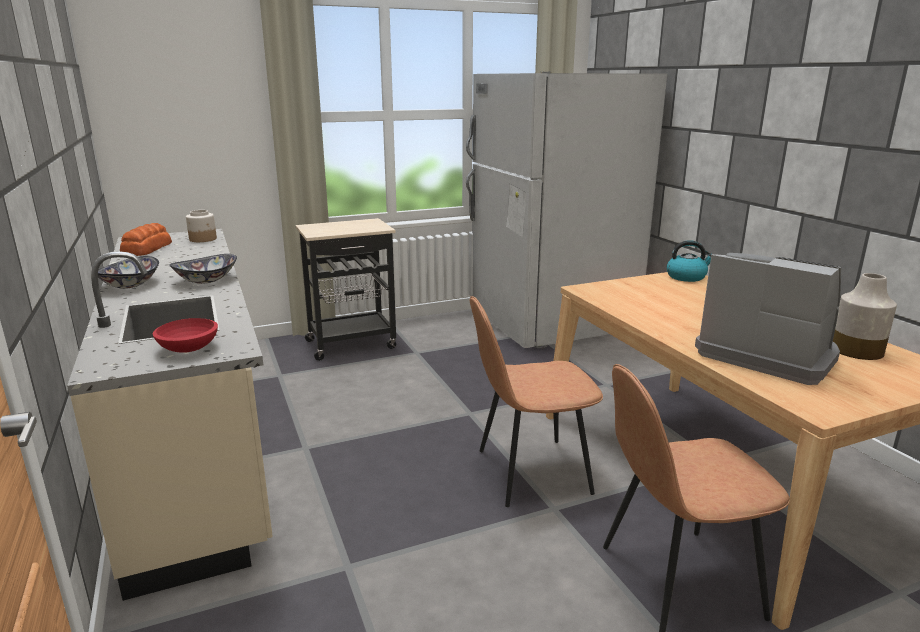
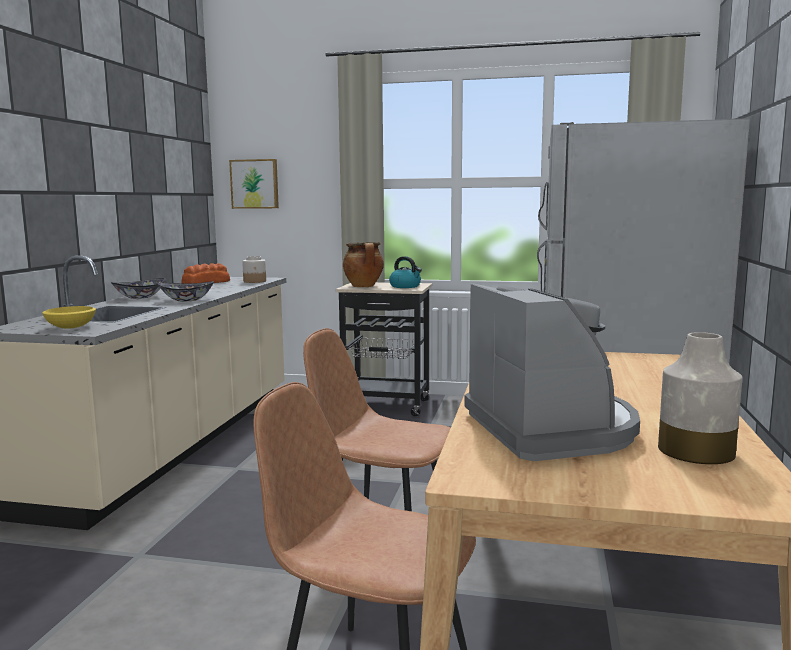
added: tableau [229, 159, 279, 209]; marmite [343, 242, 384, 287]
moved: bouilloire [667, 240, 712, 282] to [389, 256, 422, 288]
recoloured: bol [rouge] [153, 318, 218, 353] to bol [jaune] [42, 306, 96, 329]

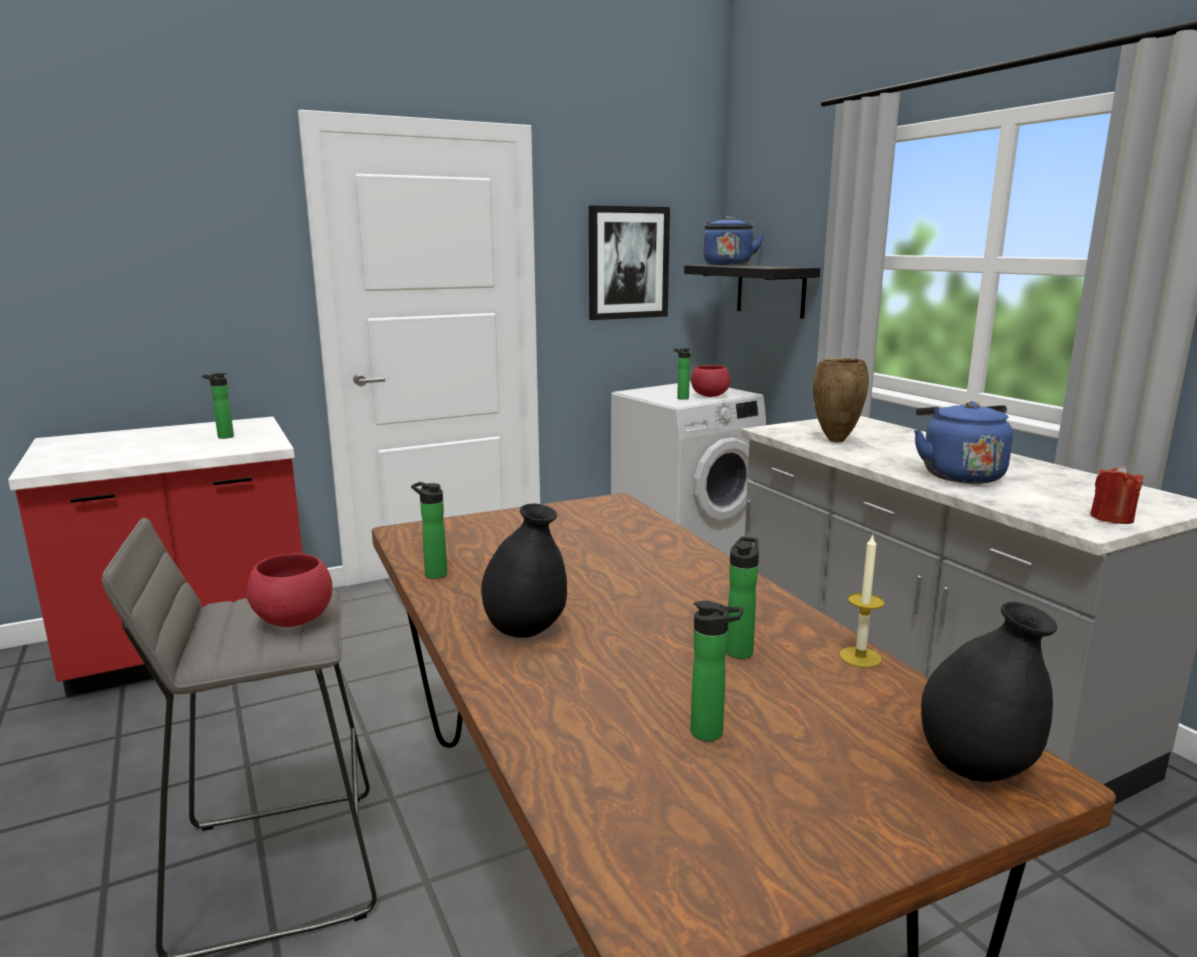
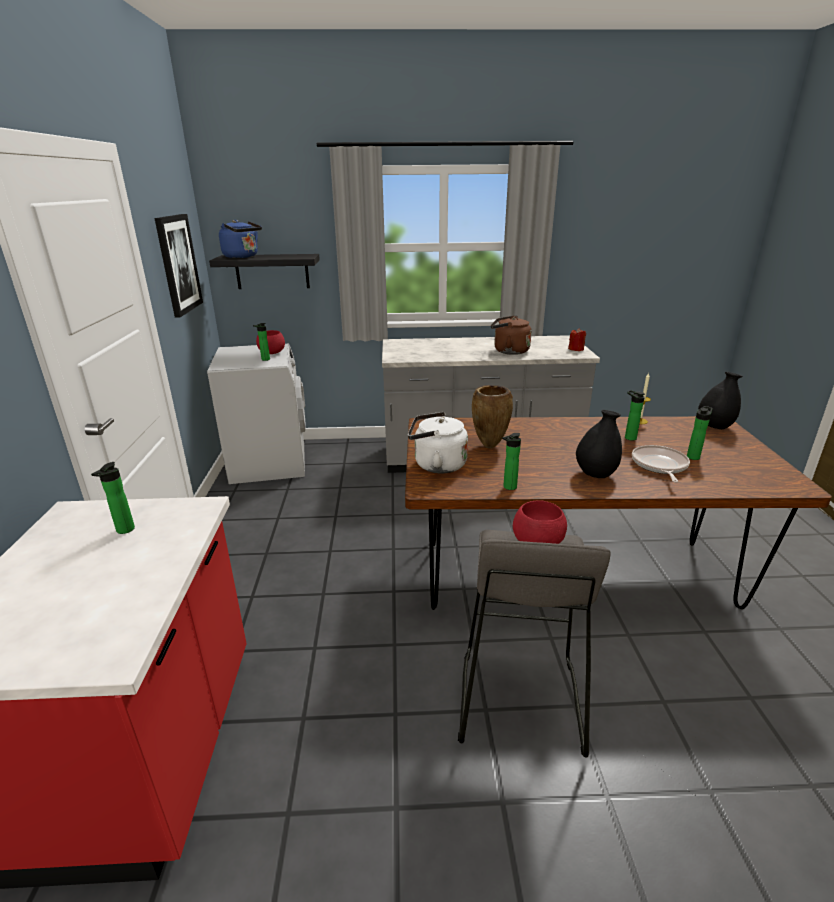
added: bouilloire [blanc] [408, 412, 468, 473]; poêle [632, 445, 690, 483]
moved: vase [marron] [813, 358, 869, 442] to [472, 385, 513, 449]
recoloured: bouilloire [bleu] [914, 401, 1013, 484] to bouilloire [marron] [491, 315, 532, 355]

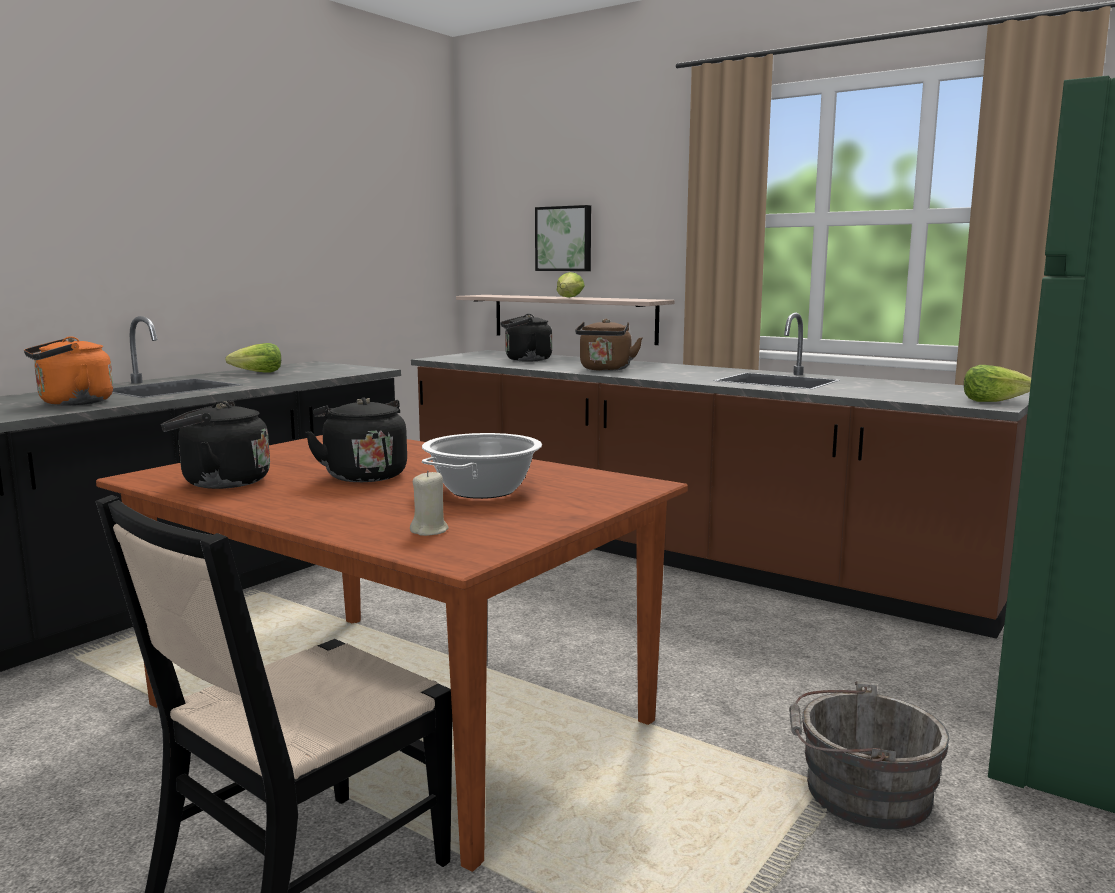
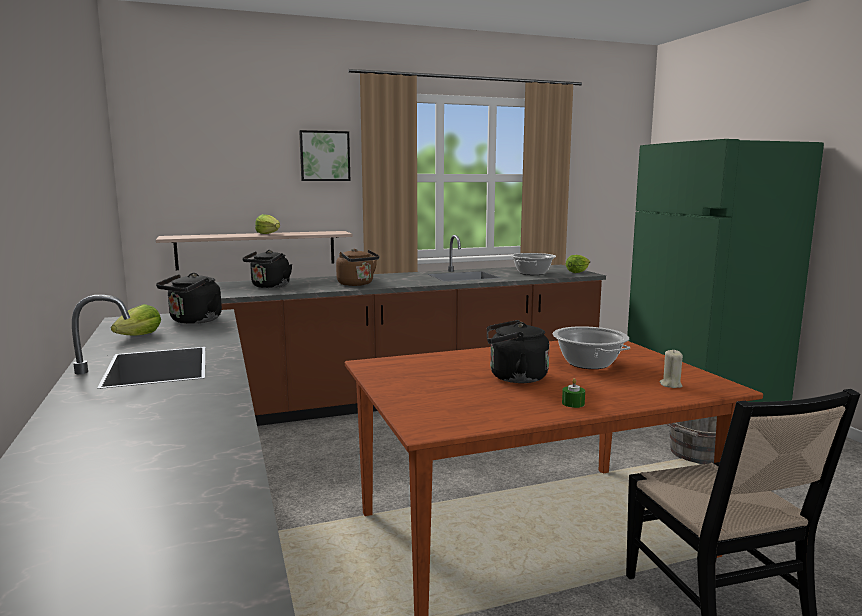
removed: bouilloire [orange] [24, 336, 113, 405]
added: marmite [510, 253, 556, 275]; bougie [vert] [562, 378, 585, 408]
moved: bouilloire [noir] [161, 401, 270, 489] to [156, 273, 222, 324]; tableau [535, 205, 591, 271] to [299, 130, 350, 181]

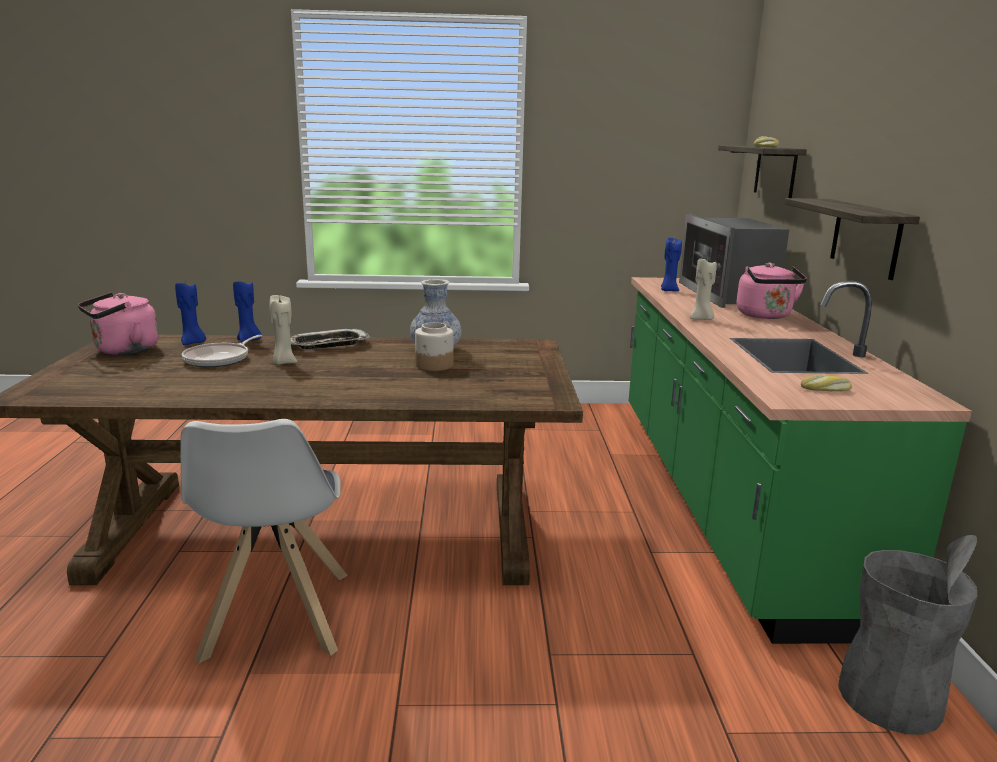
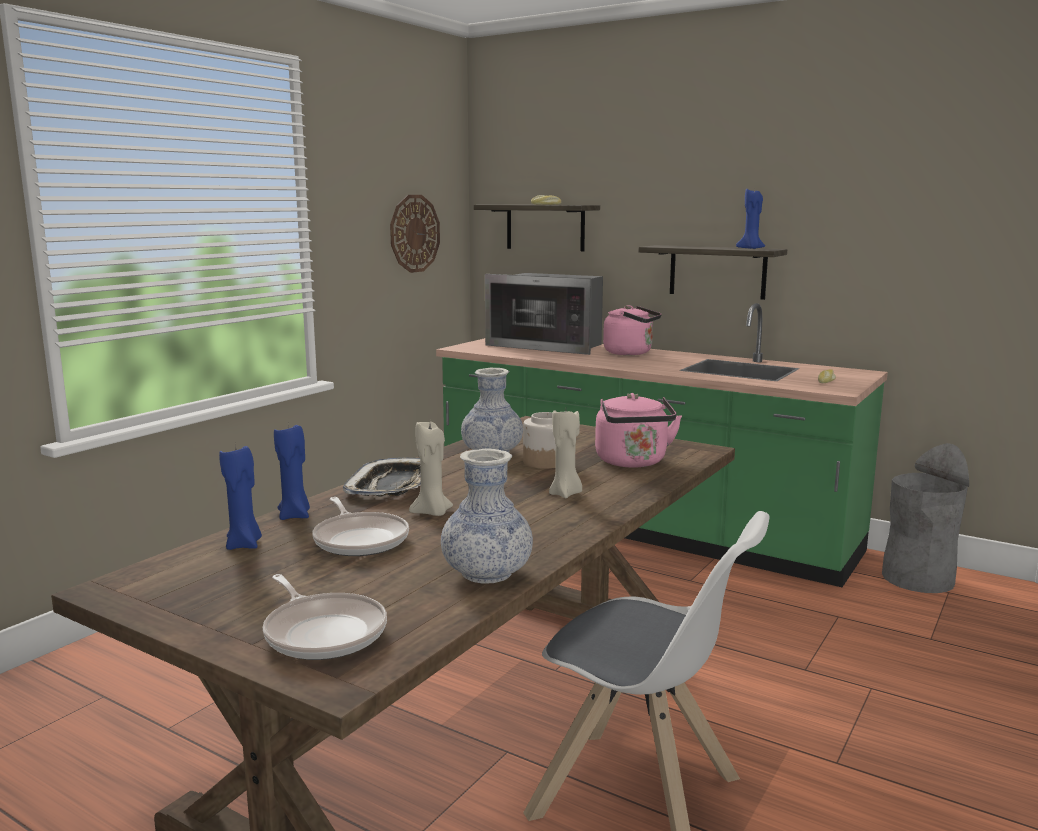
added: poêle [263, 574, 387, 660]; horloge murale [390, 195, 440, 273]; vase [441, 449, 533, 584]
moved: bouilloire [rose] [78, 293, 158, 355] to [595, 393, 682, 468]; bougie [bleu] [661, 237, 682, 291] to [736, 189, 765, 249]; bougie [beige] [690, 259, 717, 320] to [549, 410, 582, 498]

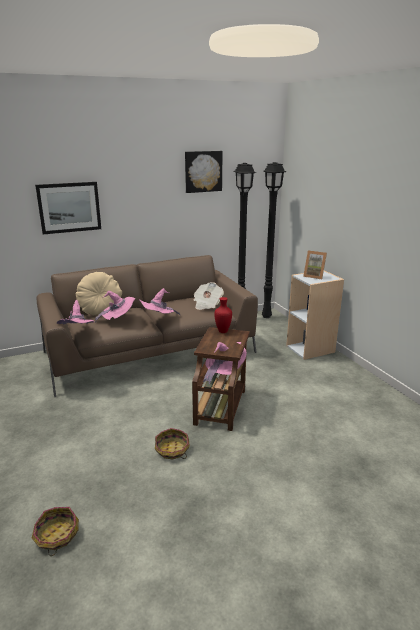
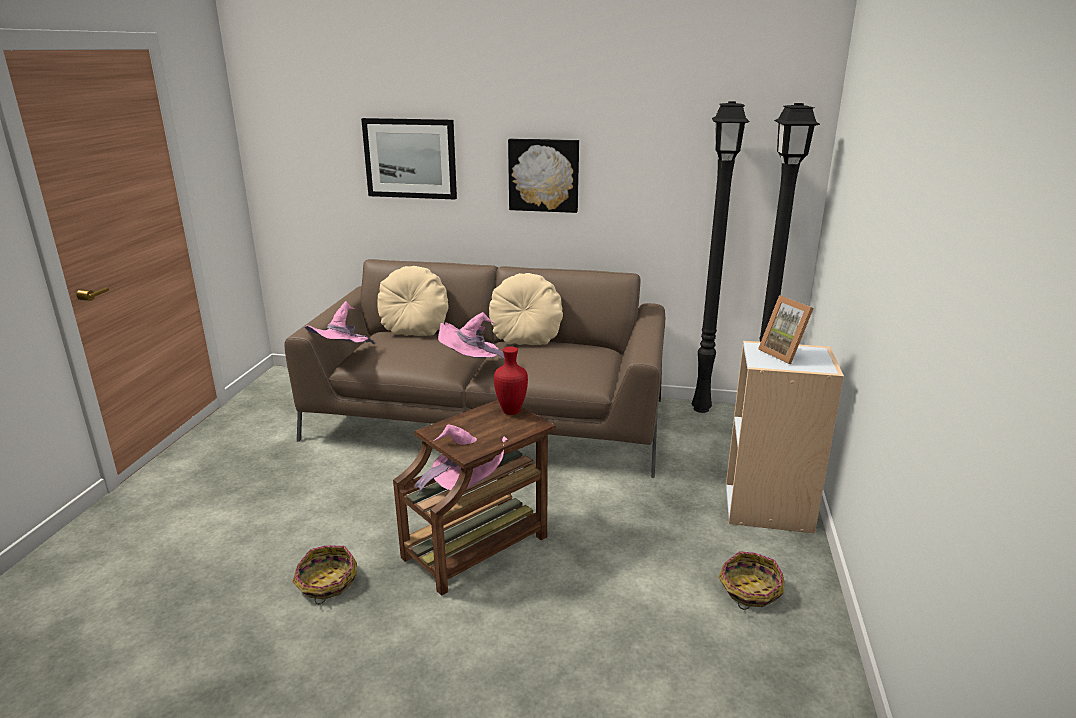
removed: chapeau [rose] [95, 291, 135, 321]; journal [194, 282, 224, 310]
added: coussin [beige] [489, 273, 563, 345]
moved: panier [32, 507, 79, 556] to [719, 551, 784, 610]; tableau [185, 151, 223, 193] to [508, 138, 579, 213]

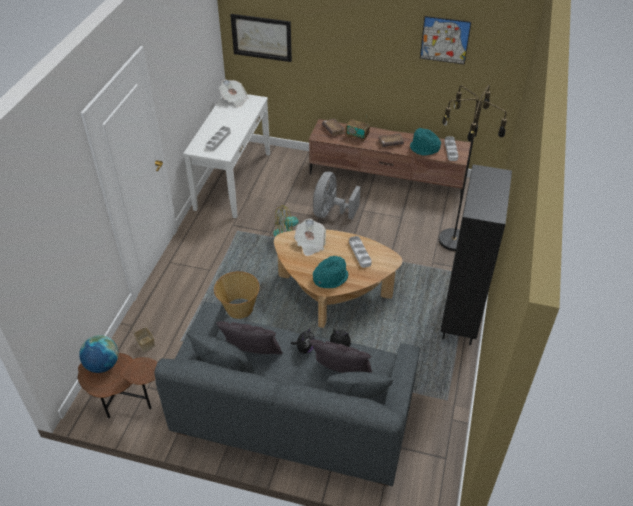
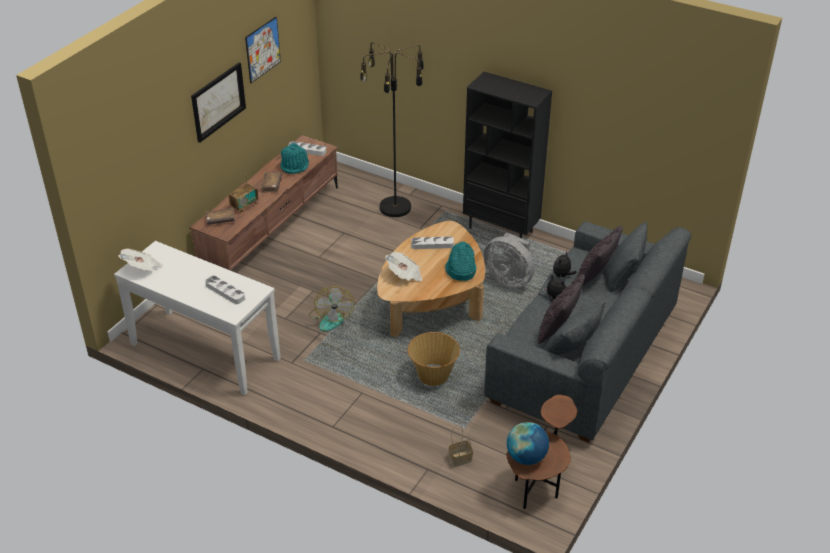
moved: tableau [230, 14, 292, 62] to [191, 63, 246, 143]; ventilateur [gris] [313, 172, 361, 219] to [483, 233, 535, 288]

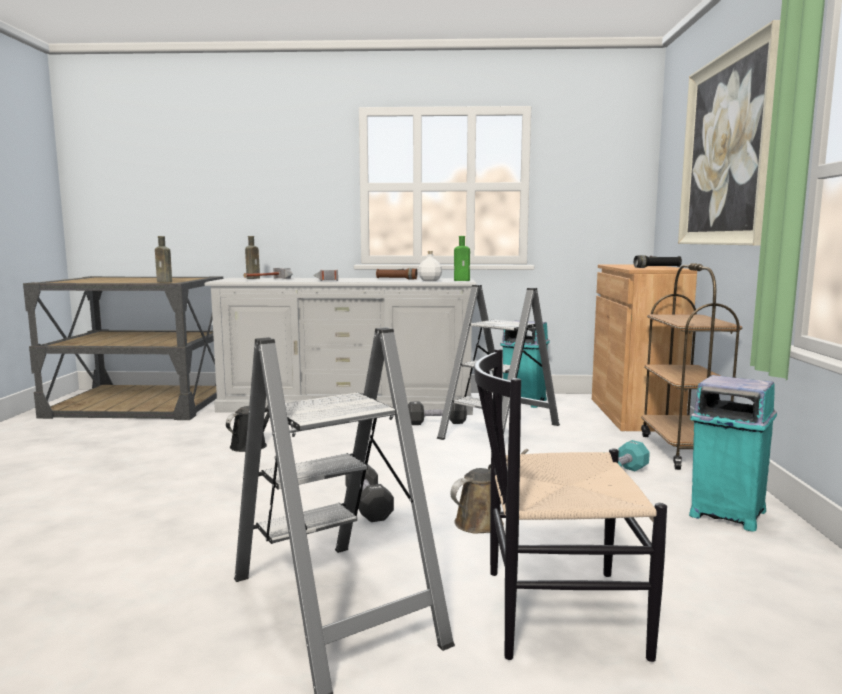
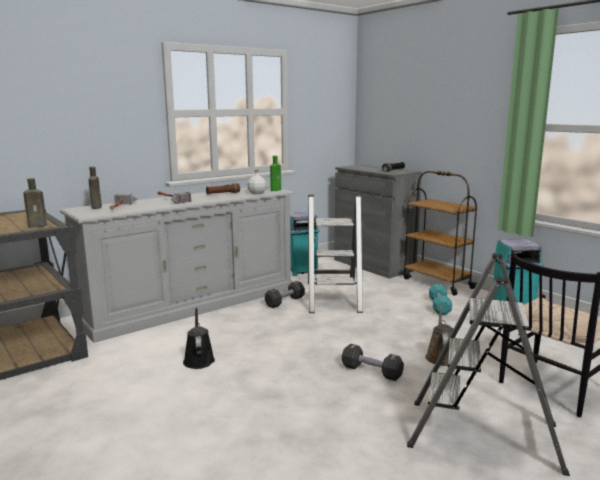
removed: tableau [678, 20, 780, 245]
recoloured: meuble de rangement [marron] [592, 265, 697, 432] to meuble de rangement [gris] [334, 164, 422, 279]

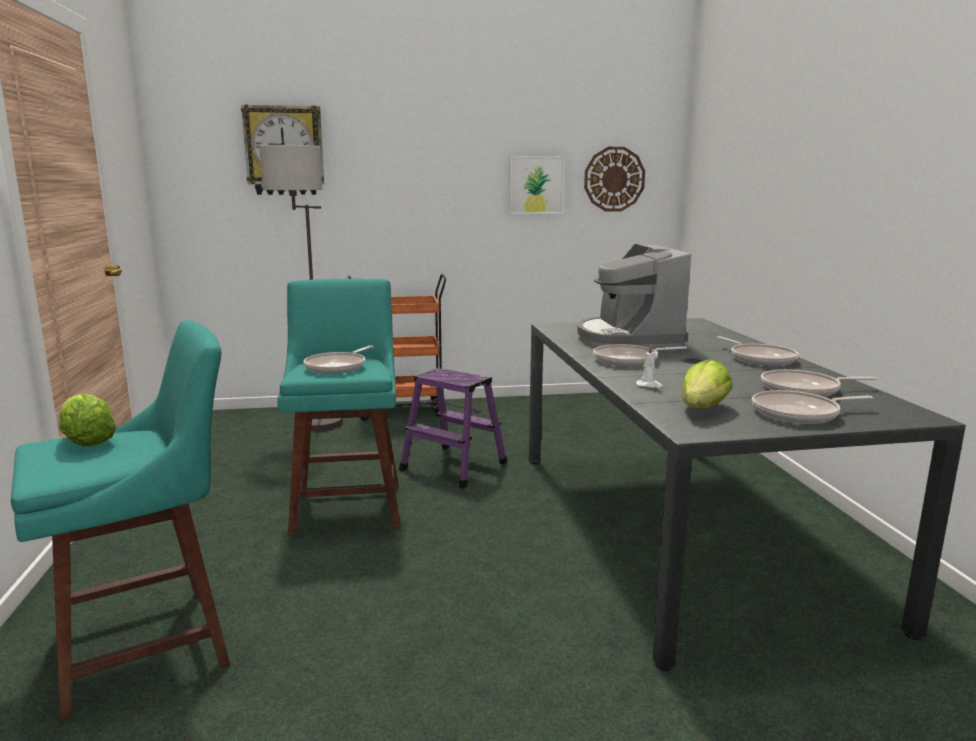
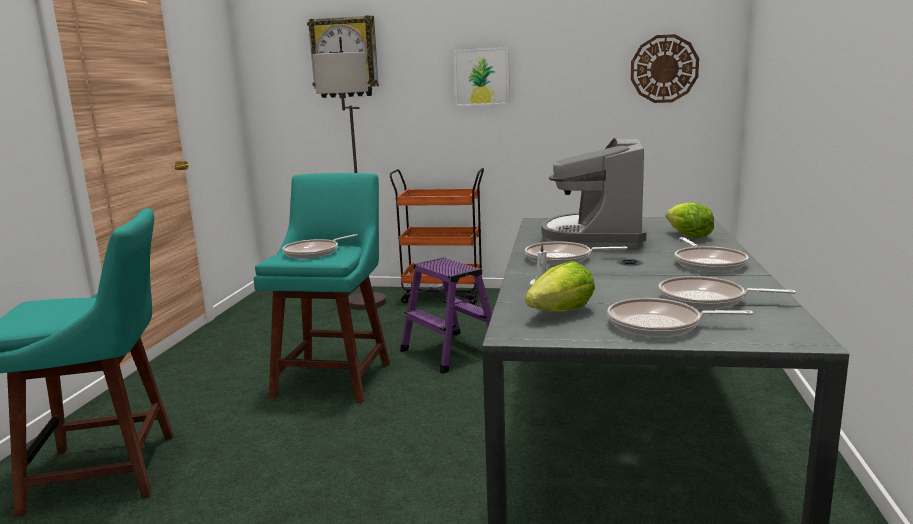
moved: laitue [59, 394, 117, 446] to [666, 202, 714, 239]; tableau [509, 156, 565, 214] to [454, 47, 510, 106]

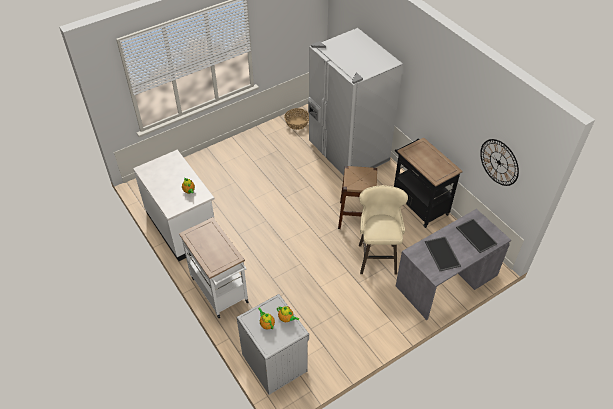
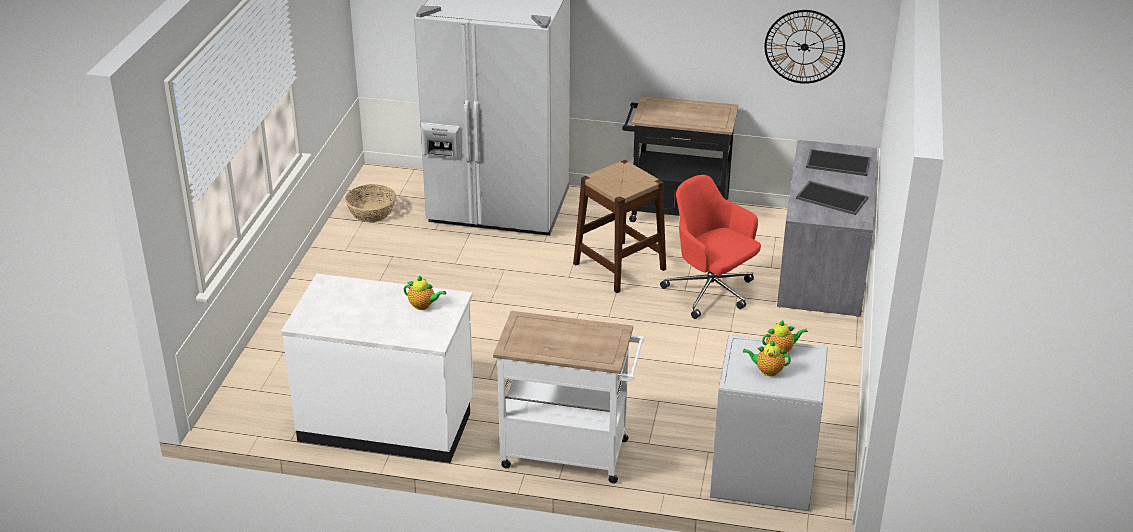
replaced: tabouret [beige] [359, 185, 408, 274] to chaise de bureau [rouge] [660, 175, 761, 319]

